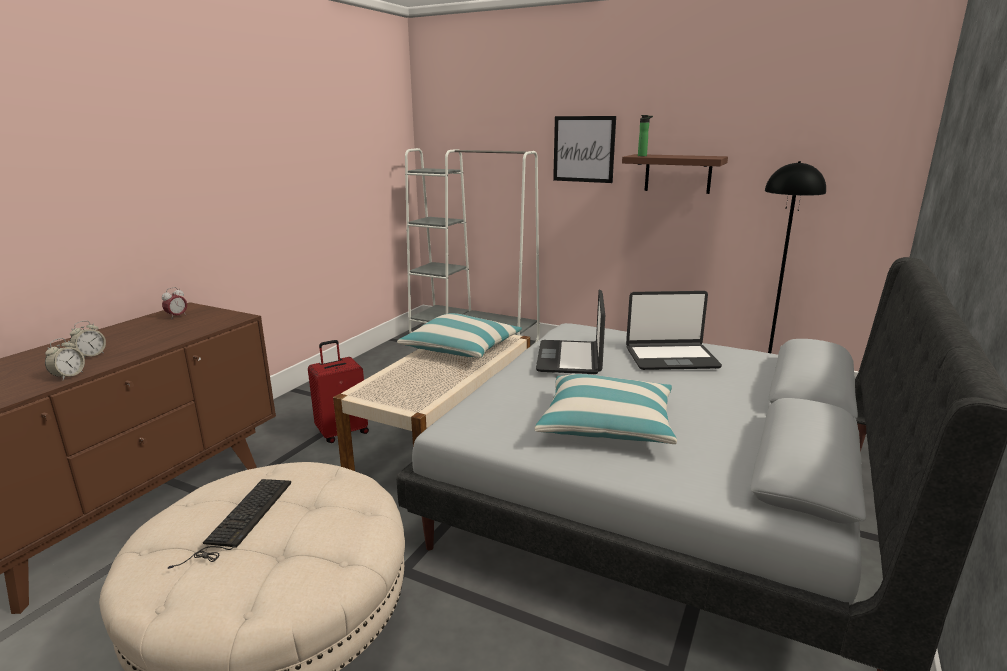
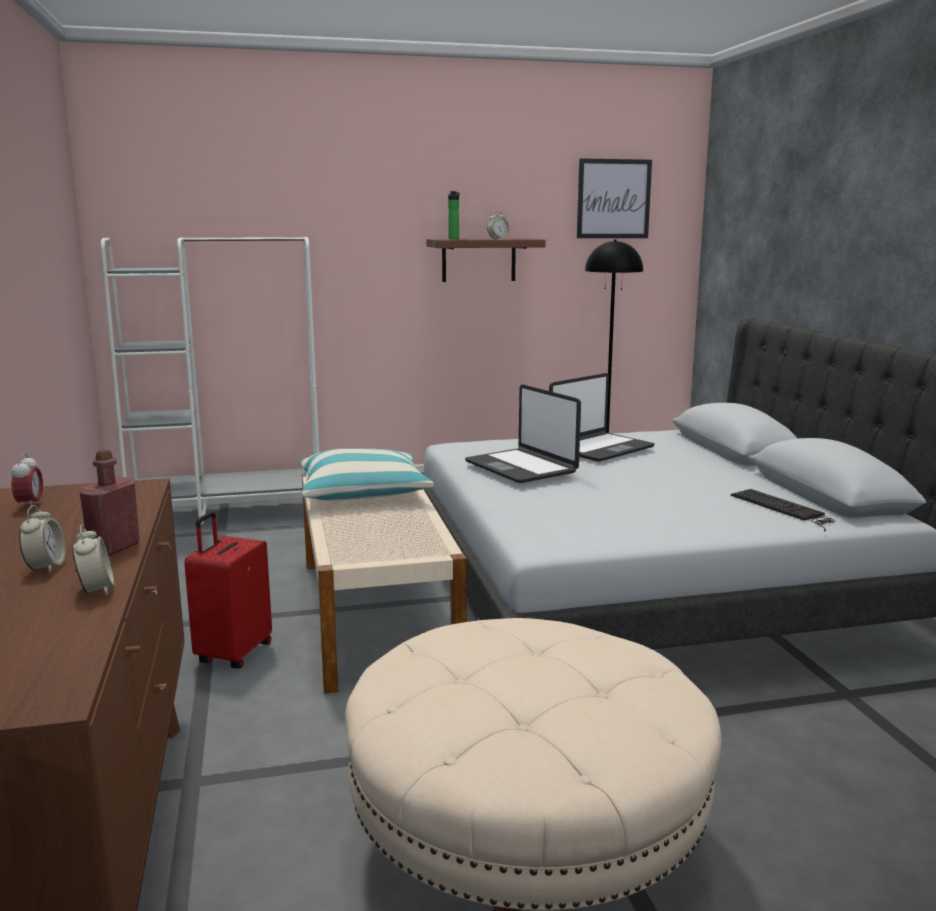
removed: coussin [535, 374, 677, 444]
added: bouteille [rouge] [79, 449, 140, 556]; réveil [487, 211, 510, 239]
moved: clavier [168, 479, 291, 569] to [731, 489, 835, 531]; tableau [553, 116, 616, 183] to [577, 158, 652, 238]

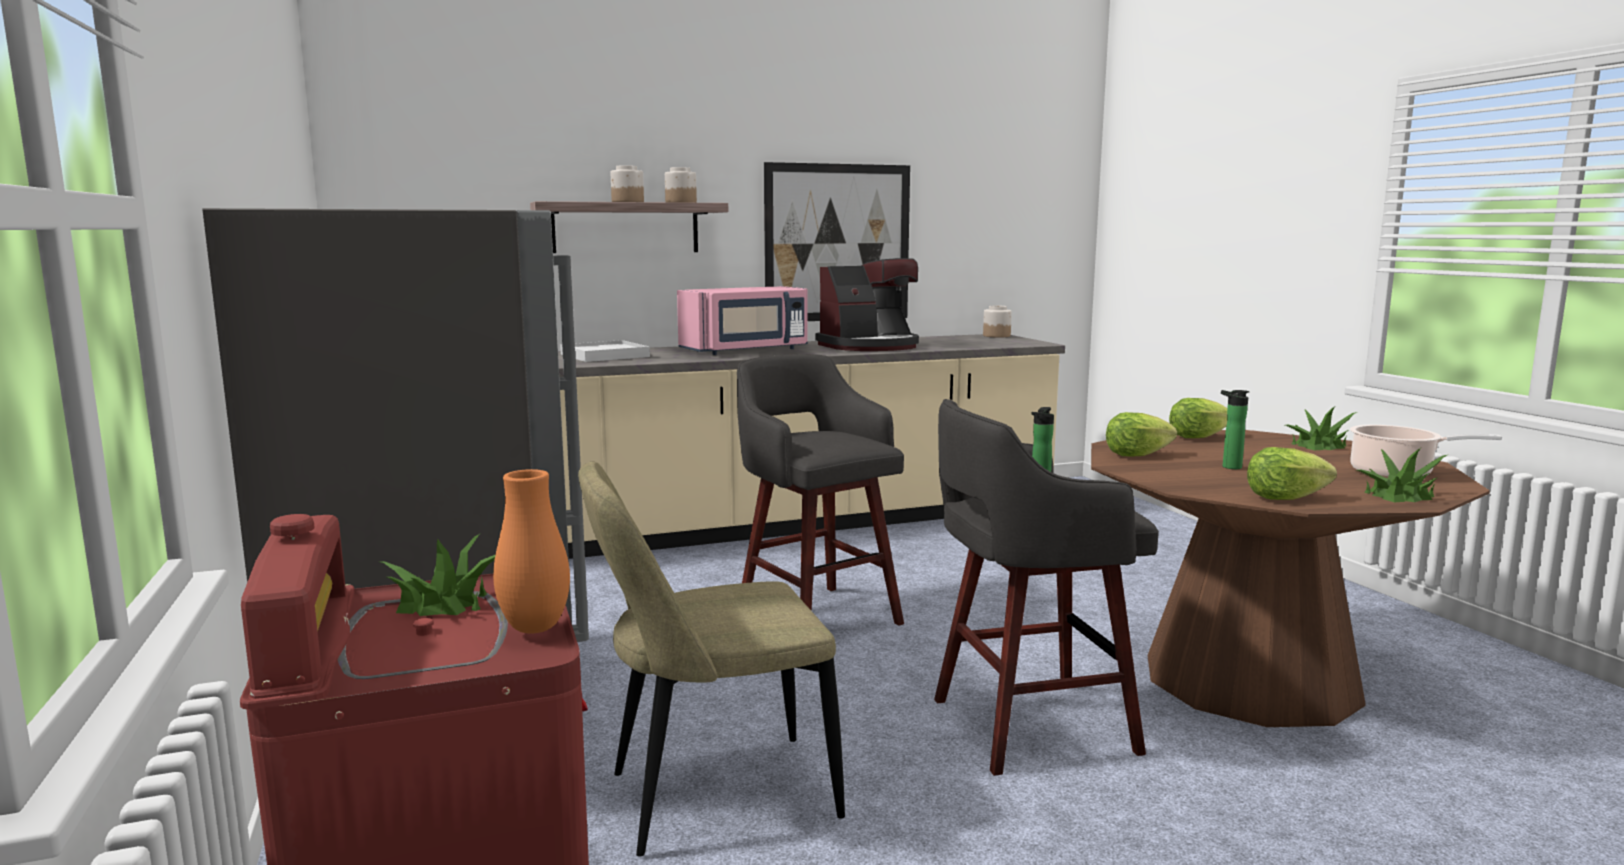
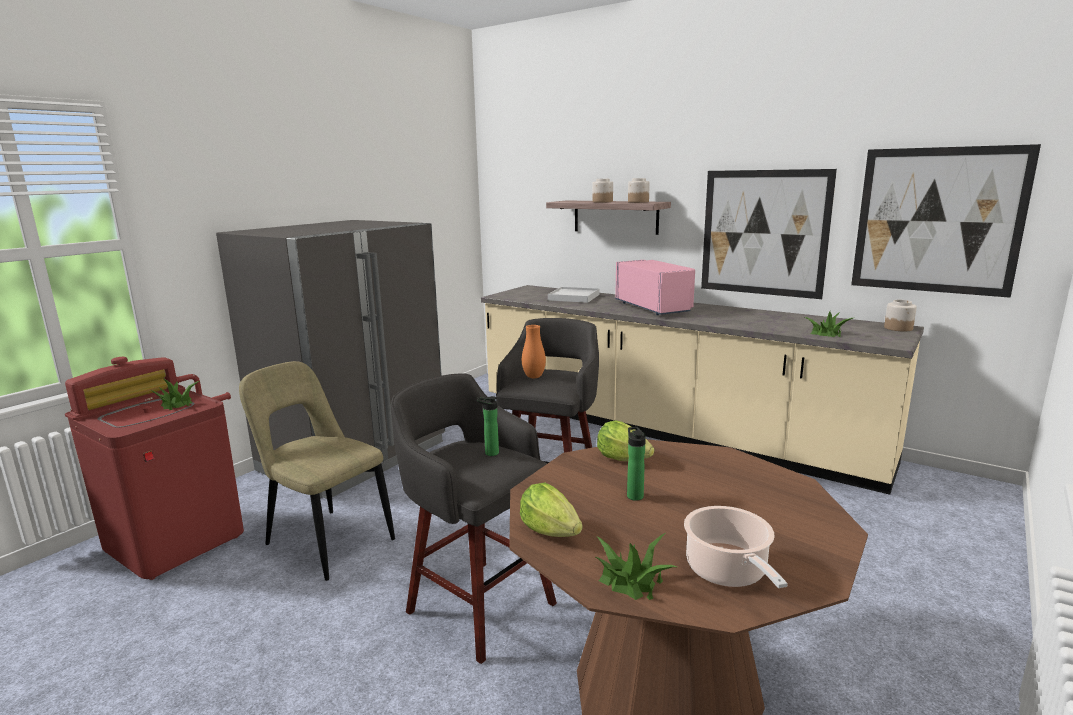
removed: machine à café [815, 258, 919, 351]; laitue [1169, 398, 1227, 438]
added: tableau [851, 144, 1041, 298]
moved: vase [orange] [493, 469, 570, 634] to [522, 325, 546, 378]; plante en pot [1285, 406, 1357, 450] to [805, 311, 853, 337]
turned: micro-ondes [rose] [677, 286, 808, 355] = [615, 260, 695, 315] 135 degrees counterclockwise

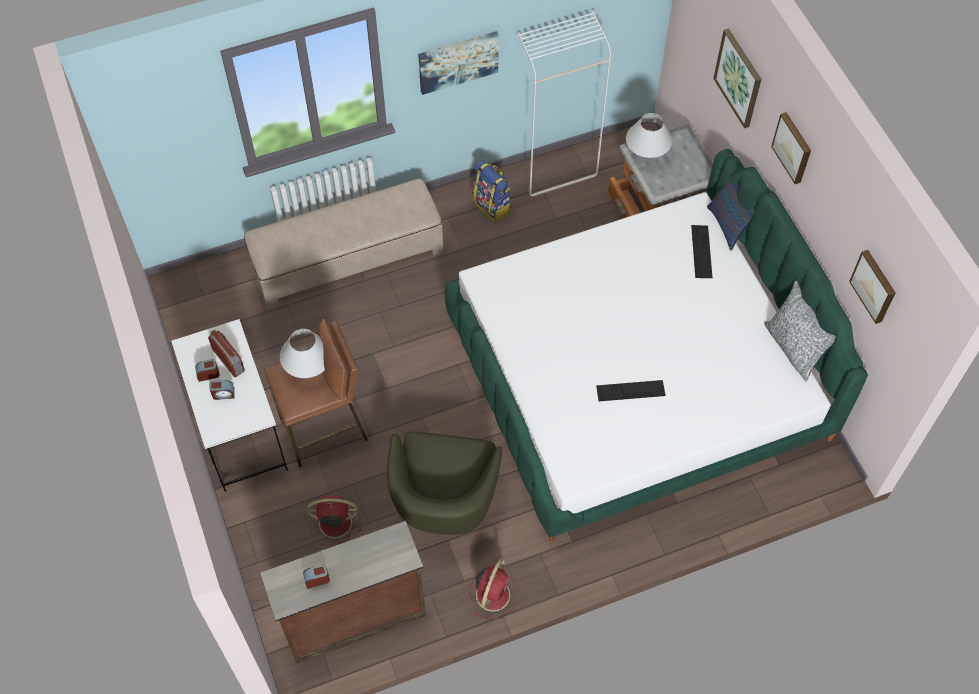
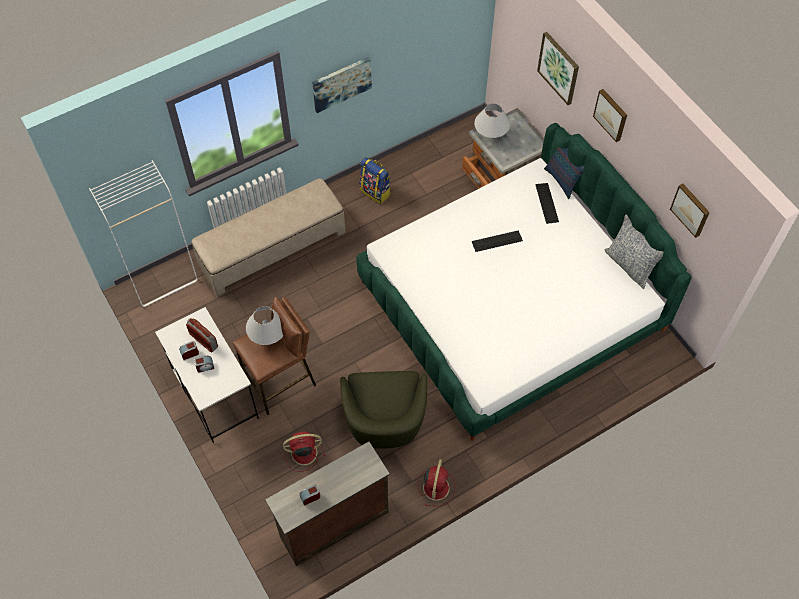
moved: portant [blanc] [517, 11, 611, 197] to [89, 160, 198, 307]; clavier [596, 380, 666, 401] to [472, 230, 523, 252]

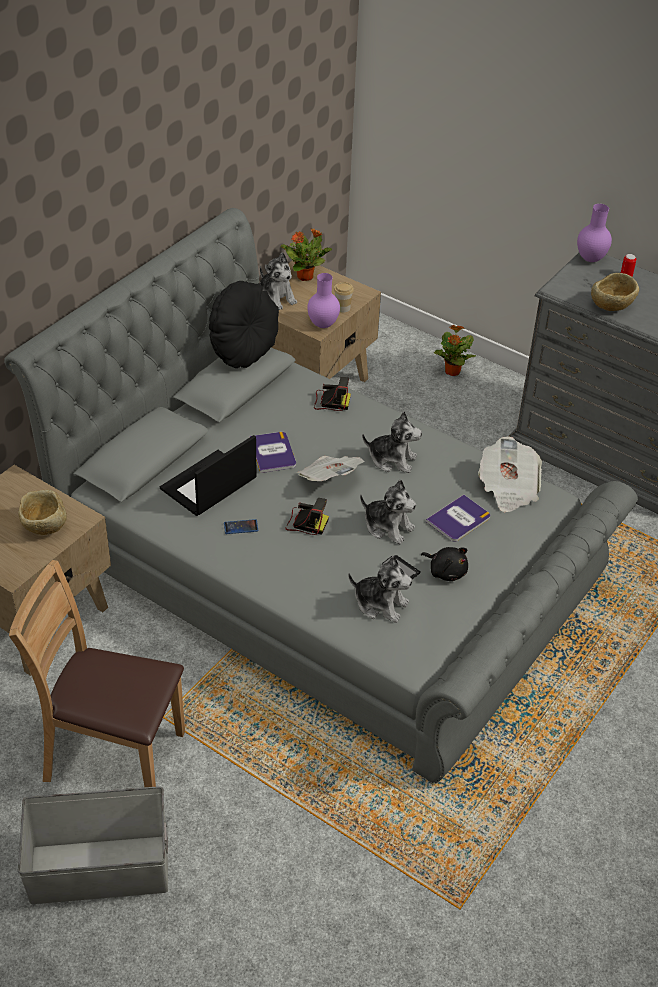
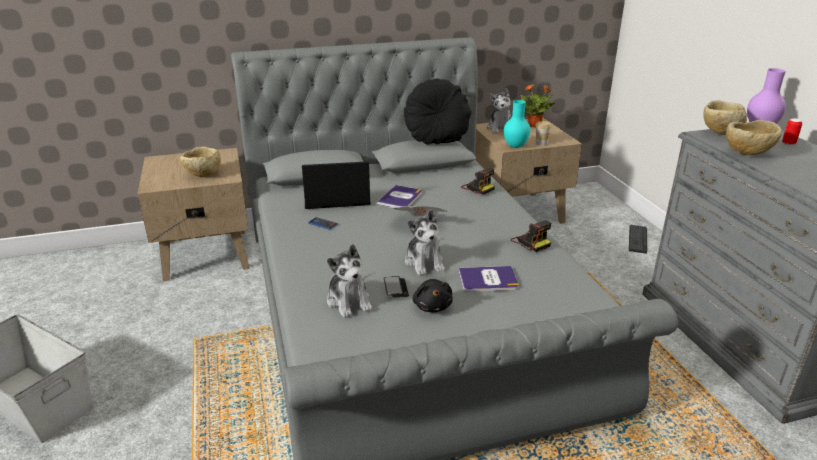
removed: chaise [marron] [9, 560, 185, 787]; peluche [362, 411, 422, 473]; journal [478, 436, 542, 512]
added: bol [beige] [703, 100, 747, 135]
moved: appareil photo [285, 498, 329, 535] to [511, 220, 551, 252]
replaced: plante en pot [434, 325, 476, 376] to clavier [629, 225, 647, 254]
recoloured: vase [violet] [307, 273, 340, 328] to vase [turquoise] [504, 100, 530, 148]

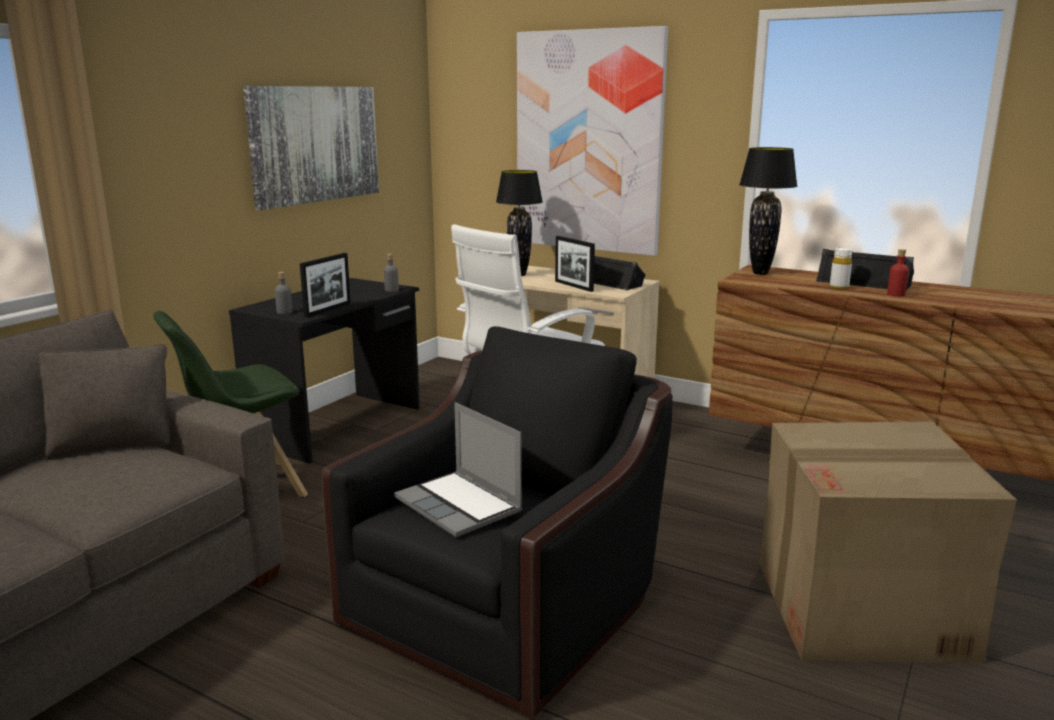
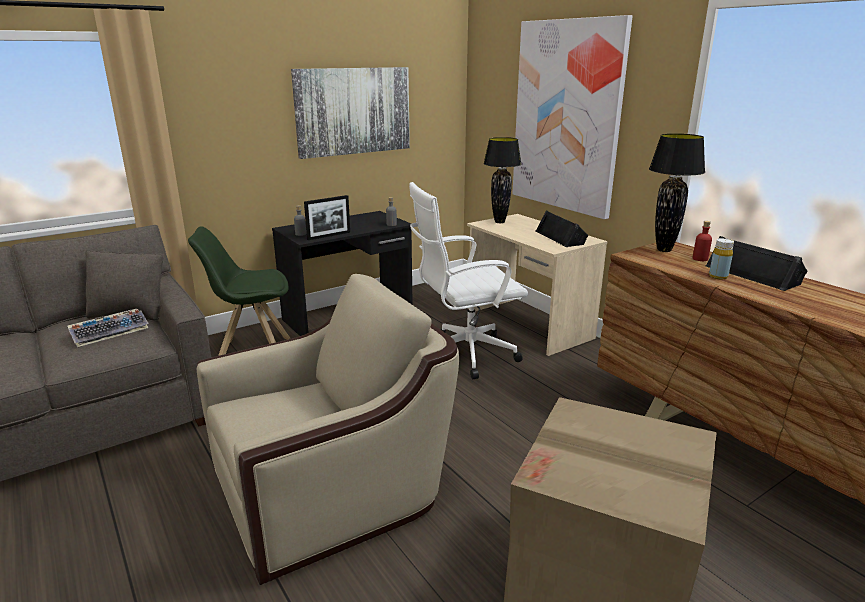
removed: ordinateur portable [394, 402, 522, 537]; cadre photo [555, 236, 595, 292]
added: clavier [67, 309, 149, 347]
moved: bouteille [rouge] [887, 249, 909, 296] to [693, 221, 712, 261]
recoloured: fauteuil [noir] [322, 326, 673, 719] to fauteuil [beige] [196, 274, 459, 585]; bouteille [blanc] [830, 248, 852, 290] to bouteille [jaune] [709, 238, 734, 280]

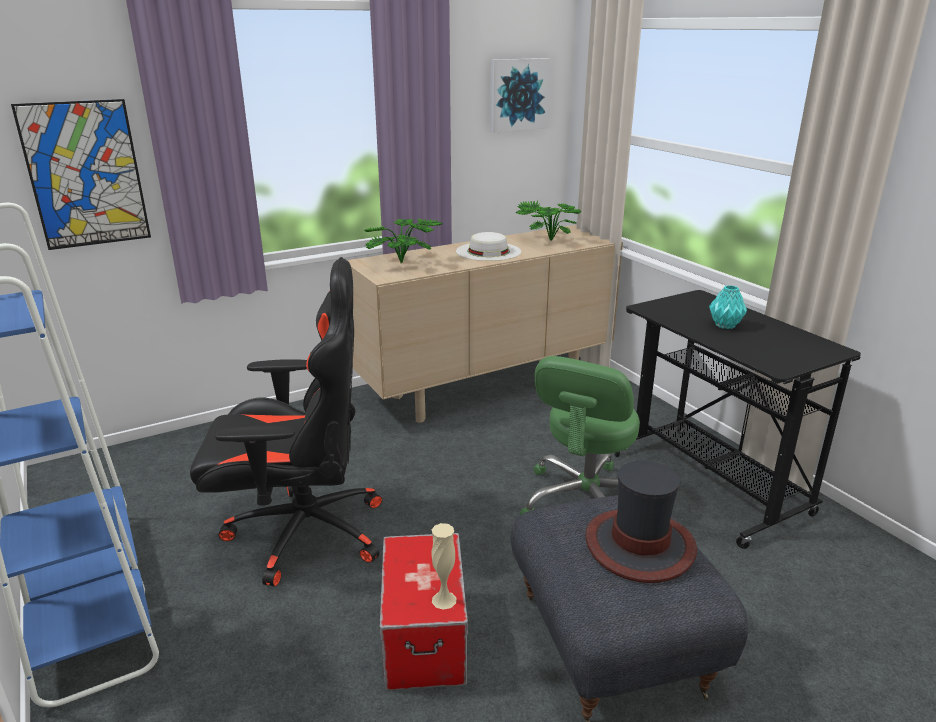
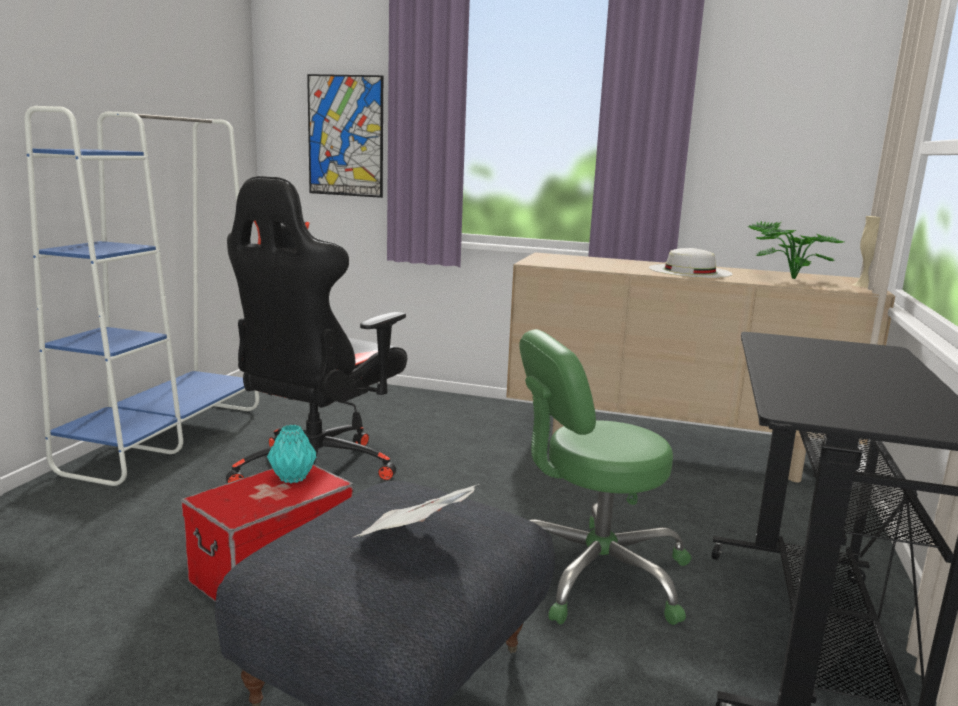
removed: plante en pot [363, 219, 443, 264]; tableau [490, 58, 551, 133]
moved: vase [beige] [431, 523, 456, 610] to [852, 216, 881, 288]; vase [turquoise] [709, 285, 747, 329] to [267, 425, 316, 483]
replaced: chapeau [586, 461, 697, 583] to journal [354, 484, 479, 537]
turned: chaise de bureau [noir] [190, 257, 382, 586] = [226, 176, 407, 483] 75 degrees clockwise

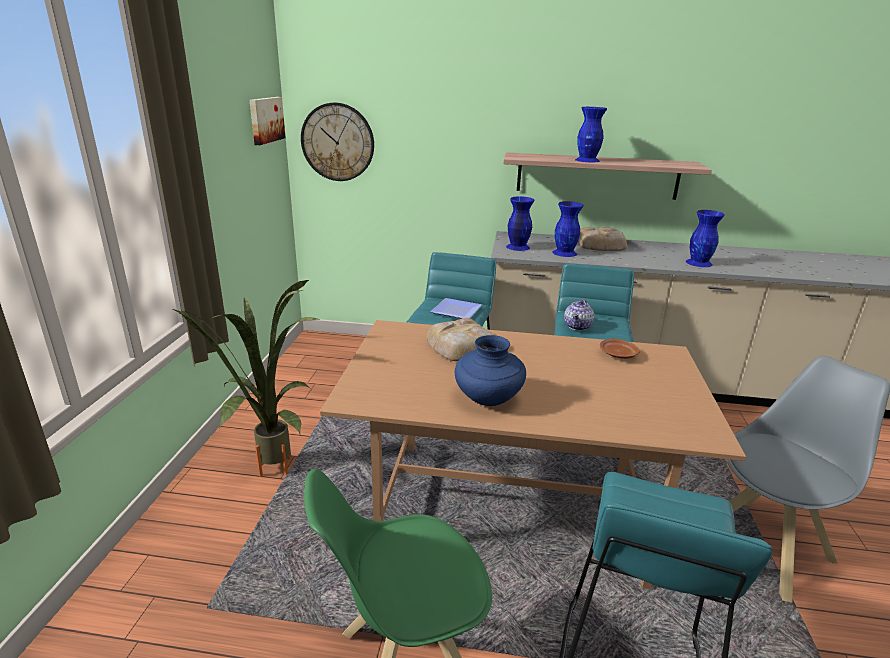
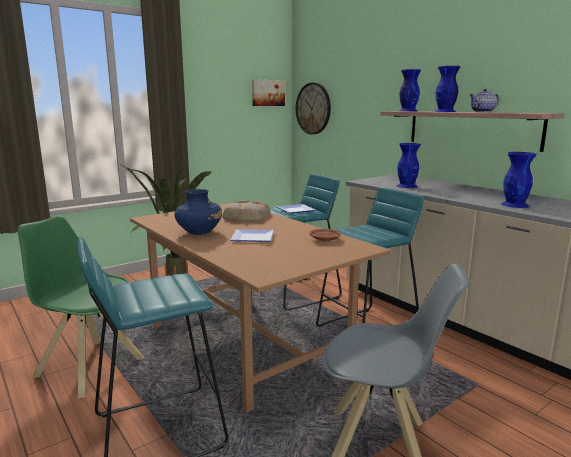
removed: pain [578, 227, 627, 251]
added: assiette [230, 229, 274, 242]
moved: vase [bleu] [506, 196, 535, 251] to [399, 69, 421, 111]; théière [564, 299, 594, 331] to [469, 89, 499, 112]

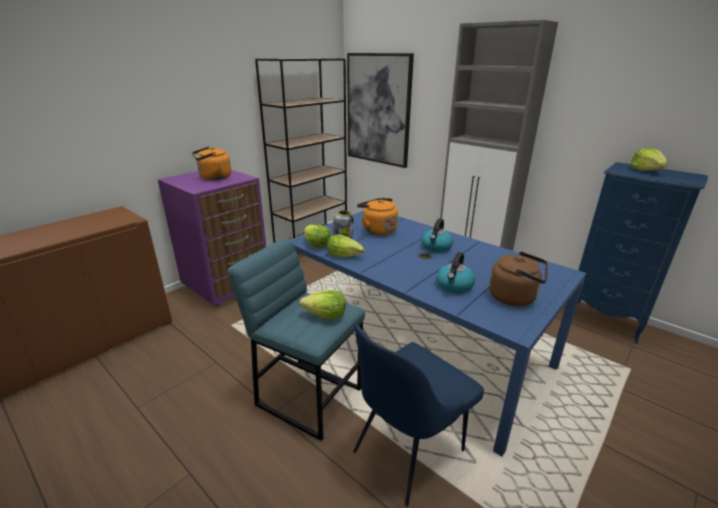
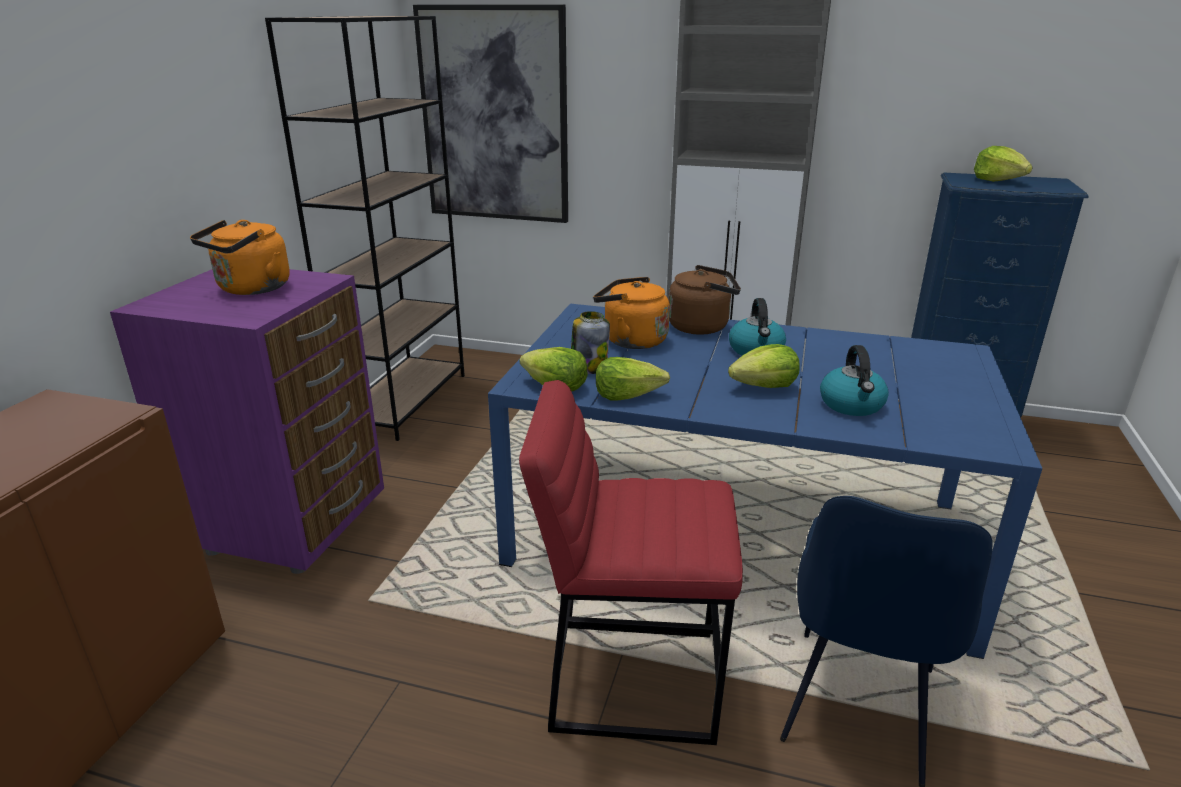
moved: laitue [300, 290, 346, 320] to [728, 344, 800, 388]; bouilloire [marron] [489, 251, 548, 306] to [668, 265, 741, 335]
recoloured: tabouret [bleu] [228, 239, 365, 441] to tabouret [rouge] [519, 380, 743, 745]

